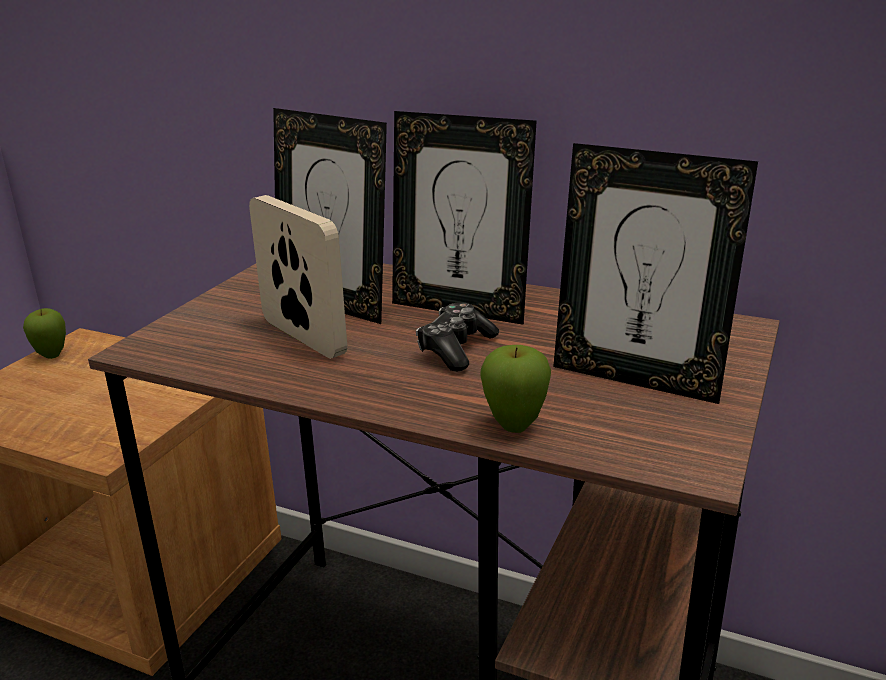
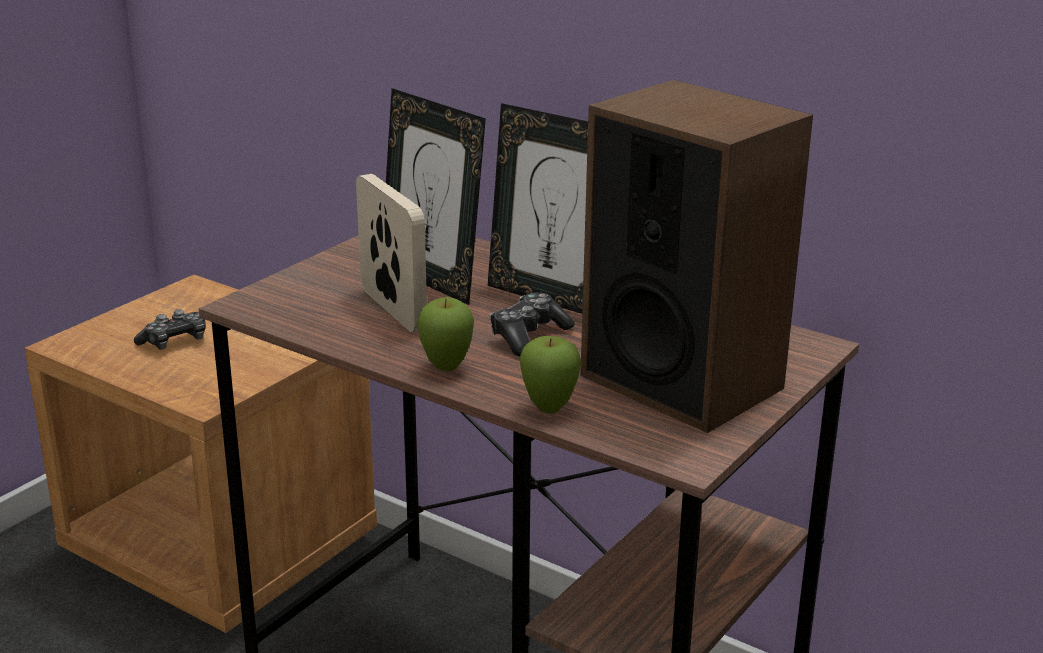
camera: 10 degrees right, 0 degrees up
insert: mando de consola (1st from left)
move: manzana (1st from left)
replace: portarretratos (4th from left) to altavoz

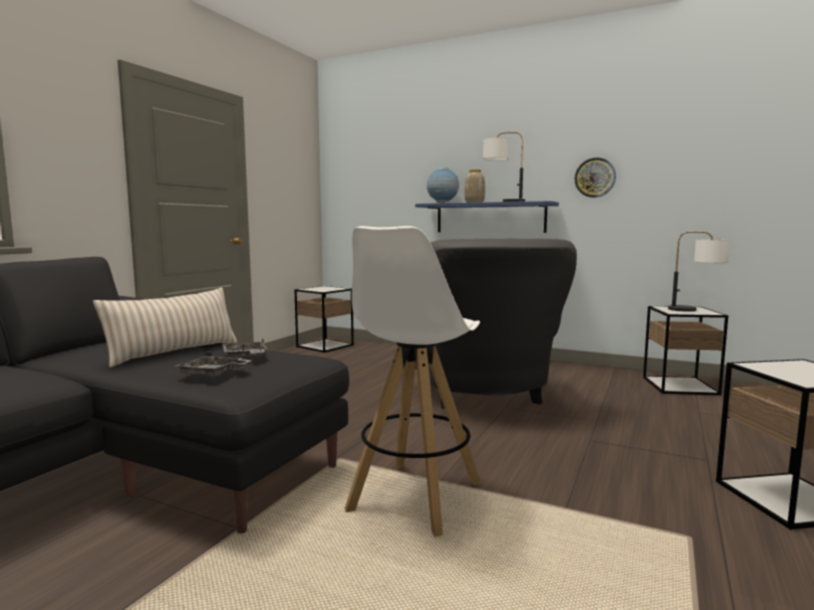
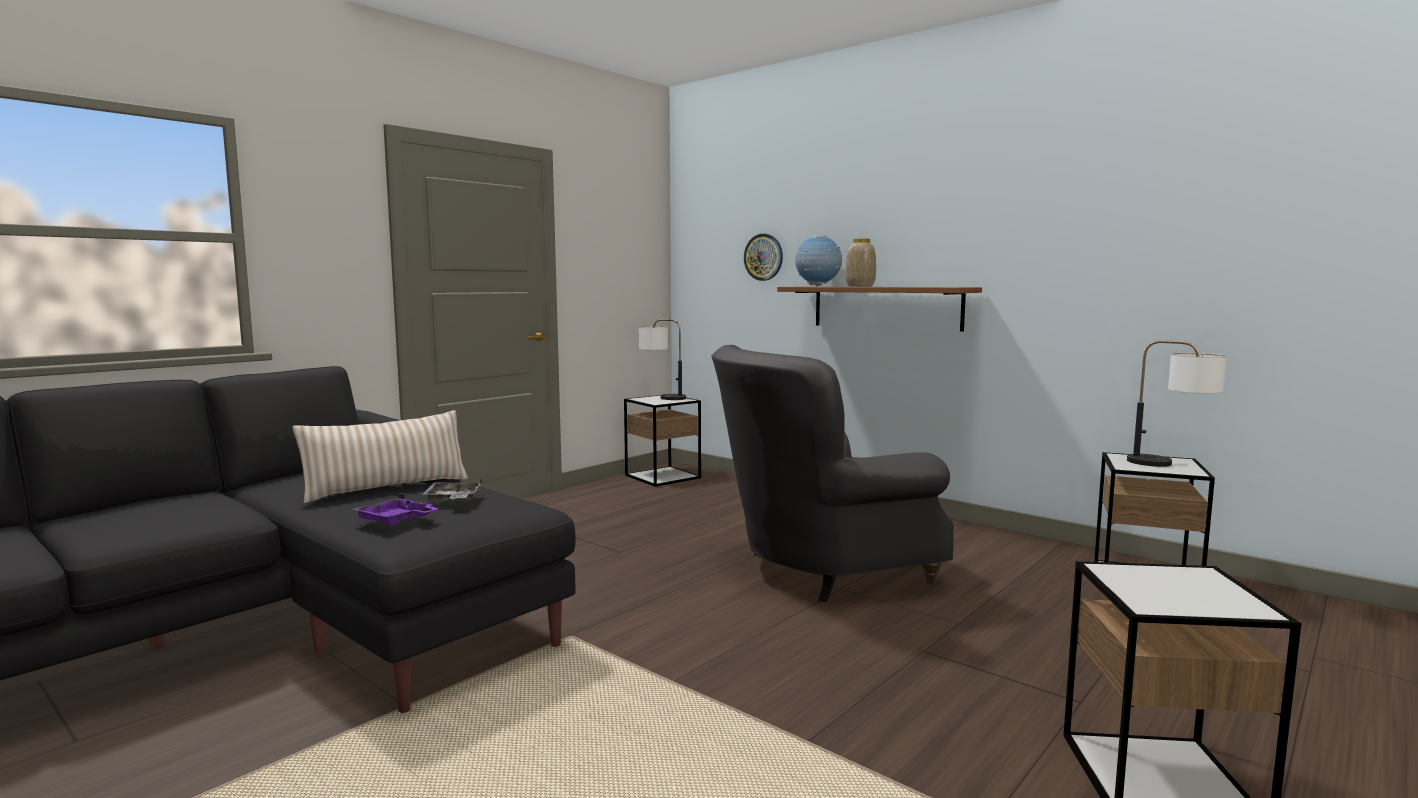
camera: 15 degrees right, 0 degrees up
delete: taburete [blanco]
move: lámpara de mesa (1st from left); reloj de pared
recolor: estante [azul] to estante [marrón]; bandeja [gris] (1st from left) to bandeja [morado]
rotate: sillón [gris] 60 degrees clockwise

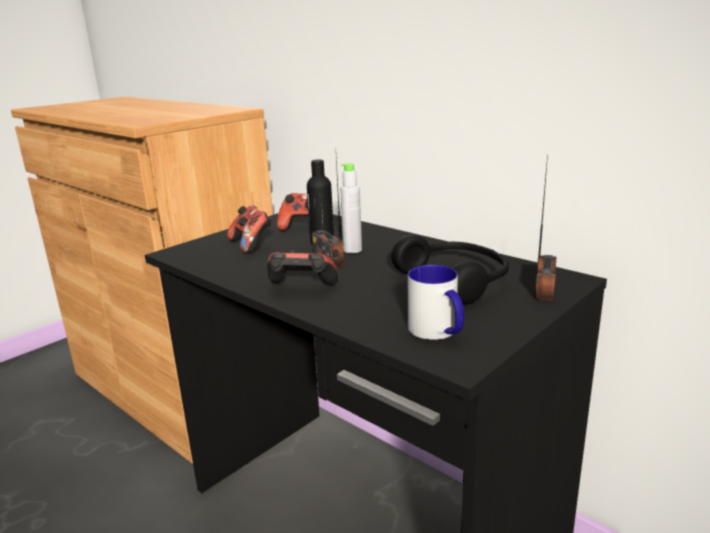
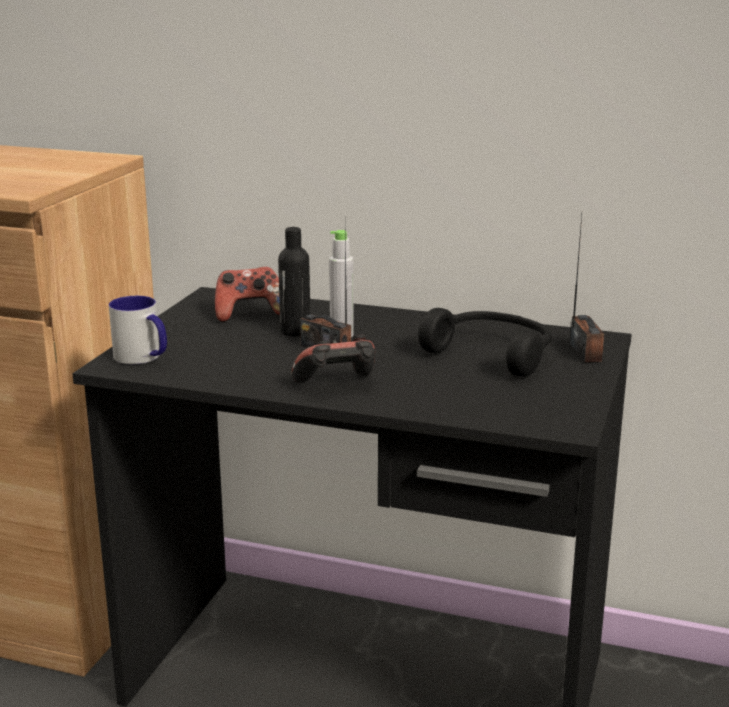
camera: 25 degrees left, 0 degrees up
delete: mando de consola (1st from left)
move: taza grande

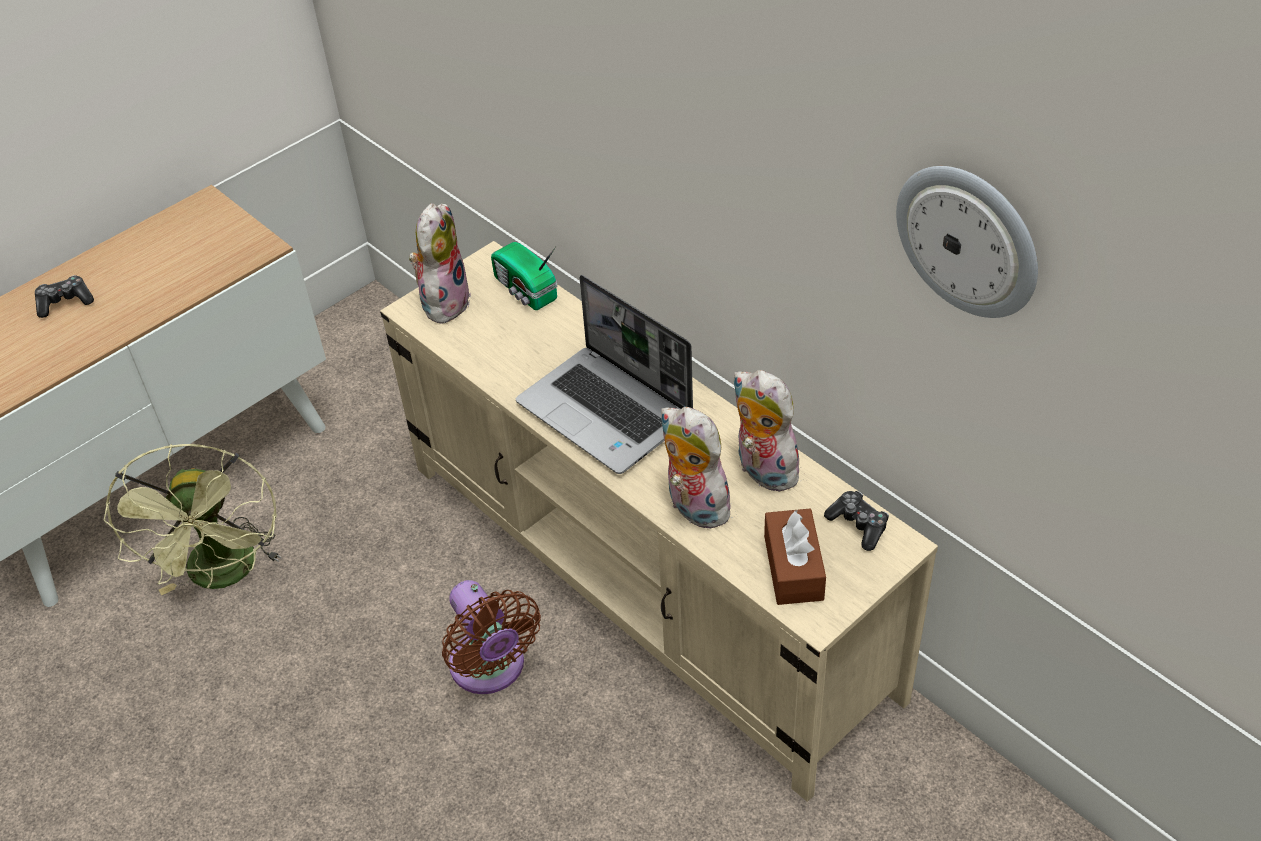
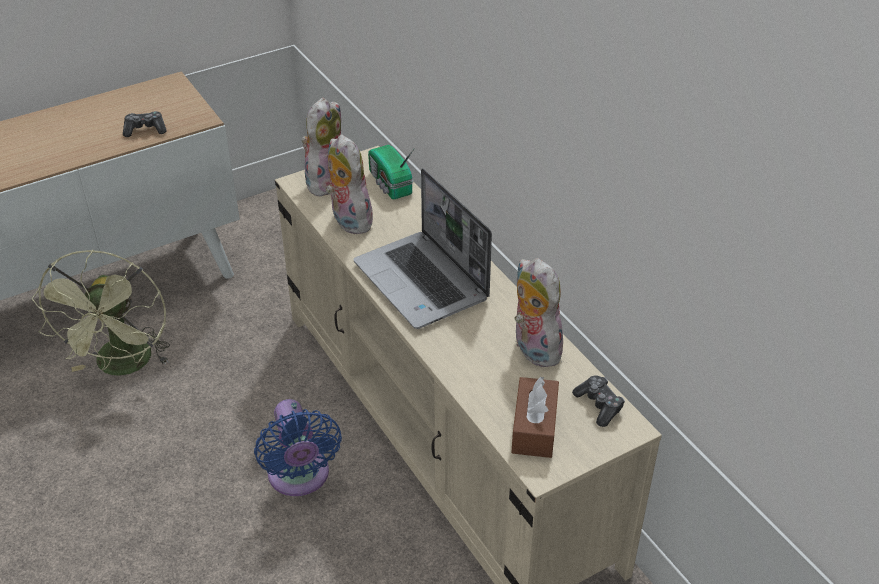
camera: 10 degrees right, 5 degrees down
delete: reloj de pared
move: mando de consola (1st from left); peluche (2nd from left)
recolor: ventilador [marrón] to ventilador [azul]

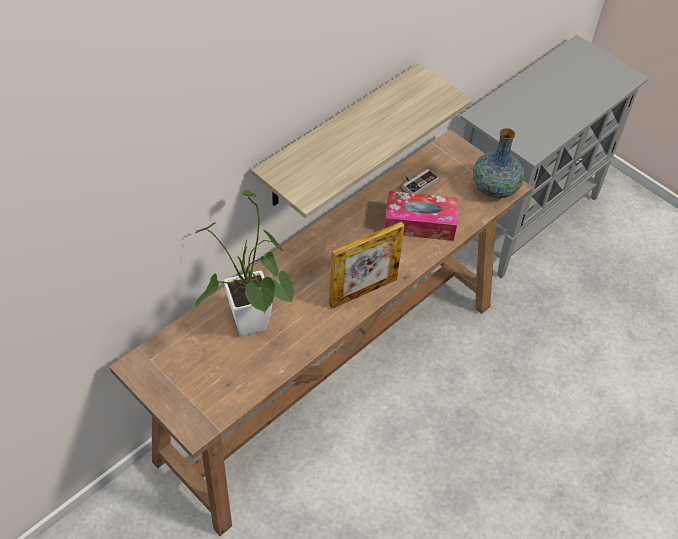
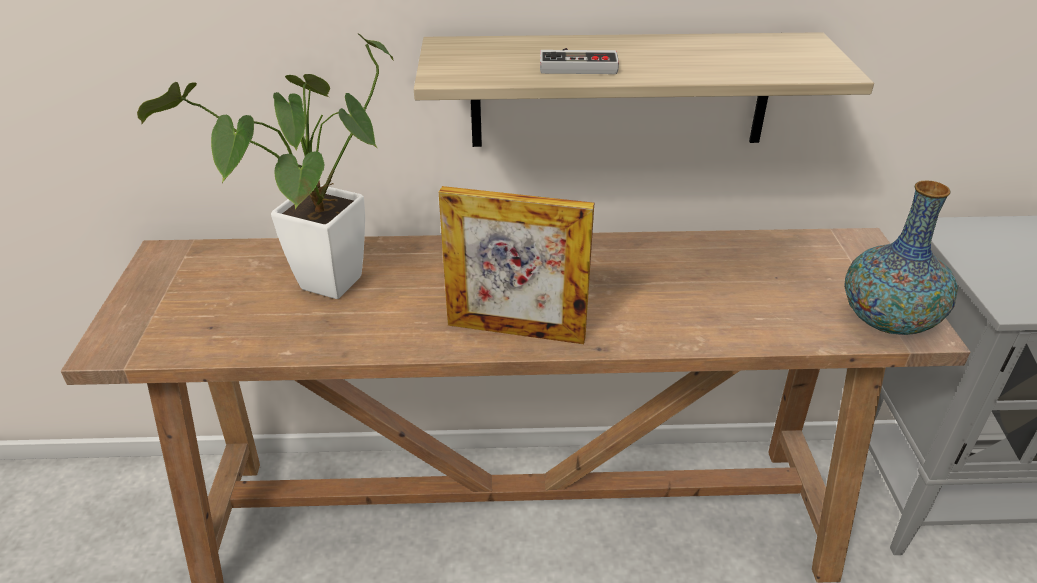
camera: 45 degrees right, 15 degrees down
delete: caja de pañuelos
move: mando de consola

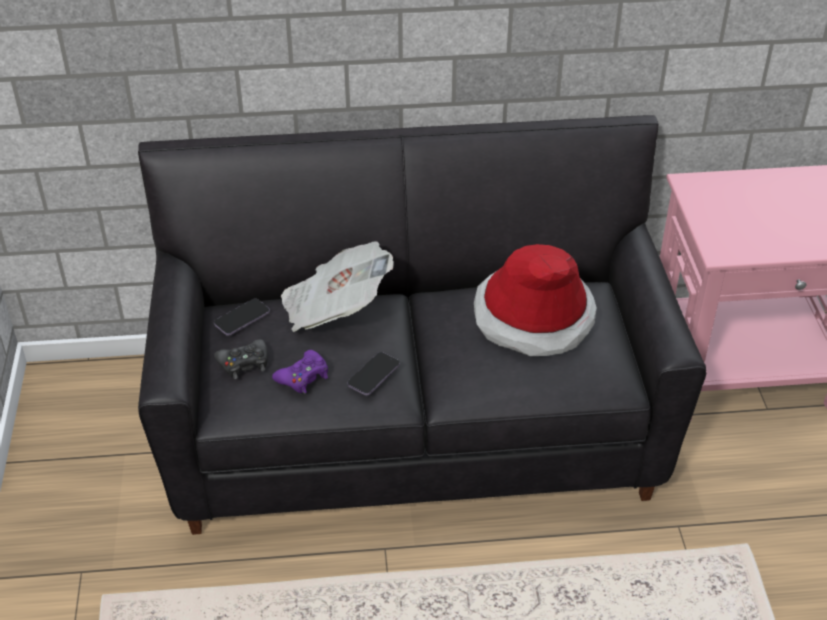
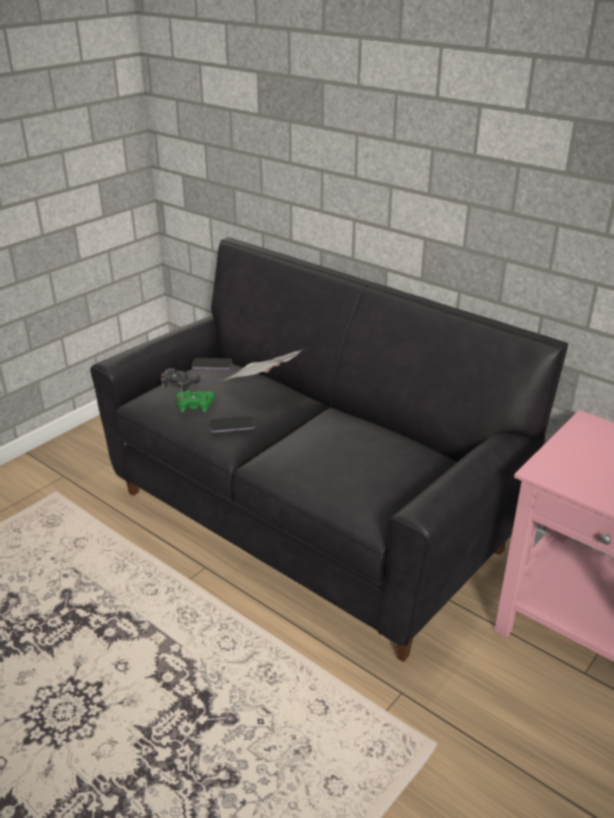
camera: 45 degrees right, 10 degrees down
delete: sombrero
recolor: mando de consola [morado] to mando de consola [verde]

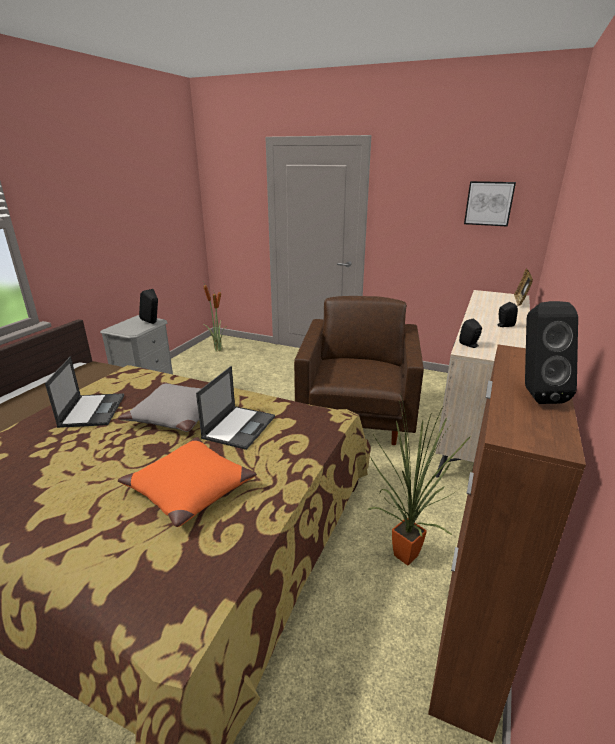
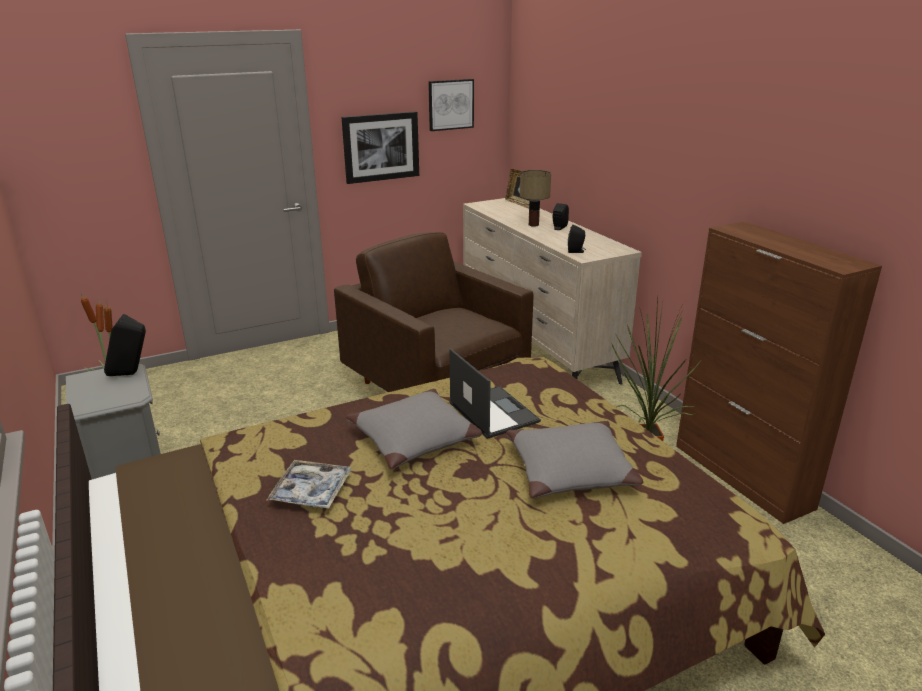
camera: 50 degrees left, 0 degrees up
delete: altavoz [negro] (4th from left)
insert: cuadro (1st from left); lámpara de mesa
replace: portátil (1st from left) to bandeja
recolor: cojín [naranja] to cojín [gris] (2nd from left)

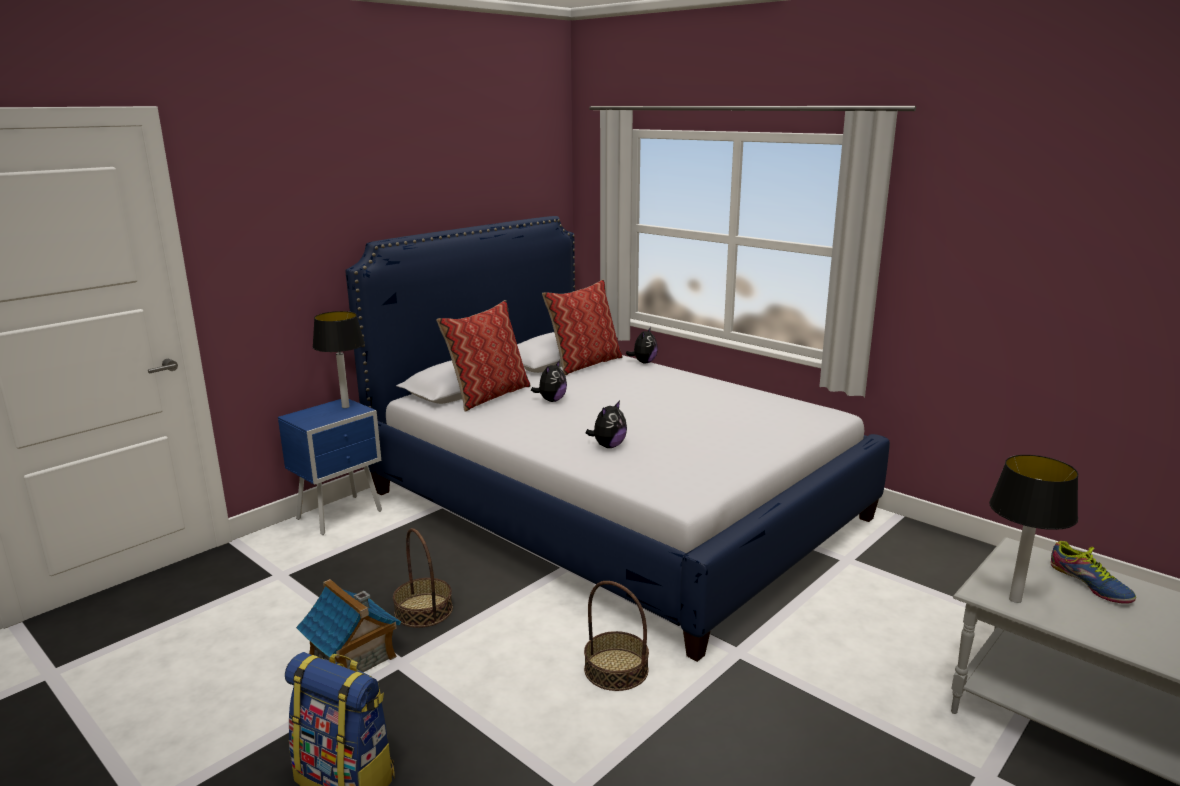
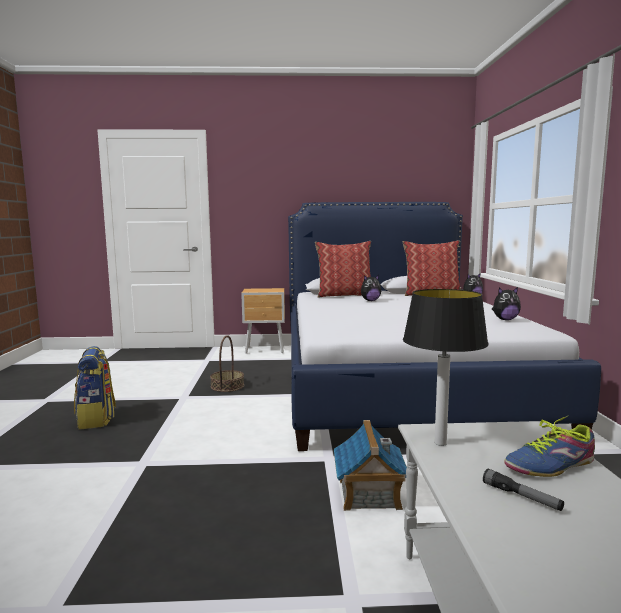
camera: 45 degrees right, 10 degrees down
delete: lámpara de mesa (1st from left); cesta (2nd from left)
insert: linterna
move: peluche (2nd from left in the first image) to peluche (3rd from left); casita
recolor: mesita de noche [azul] to mesita de noche [marrón]
rotate: zapato 45 degrees clockwise

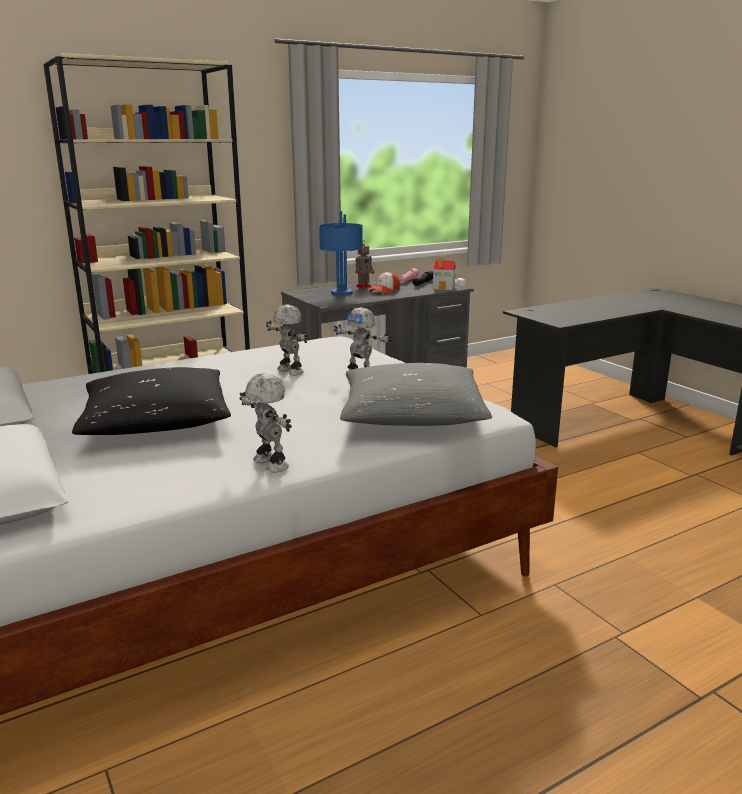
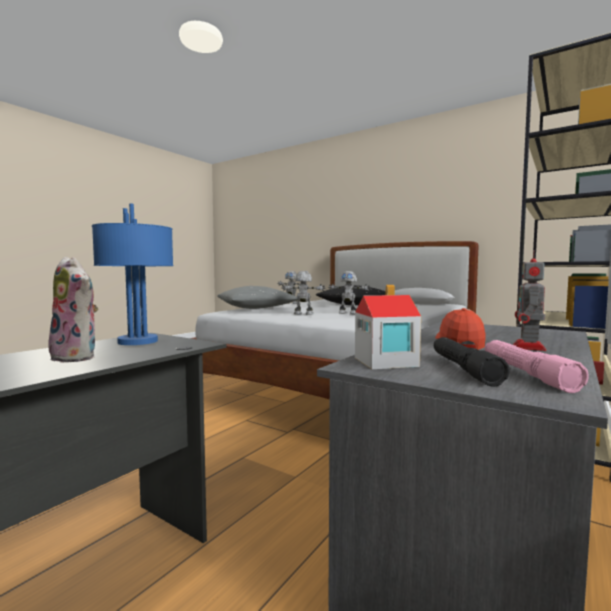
camera: 155 degrees right, 15 degrees down
insert: peluche
move: lámpara de mesa [azul]

